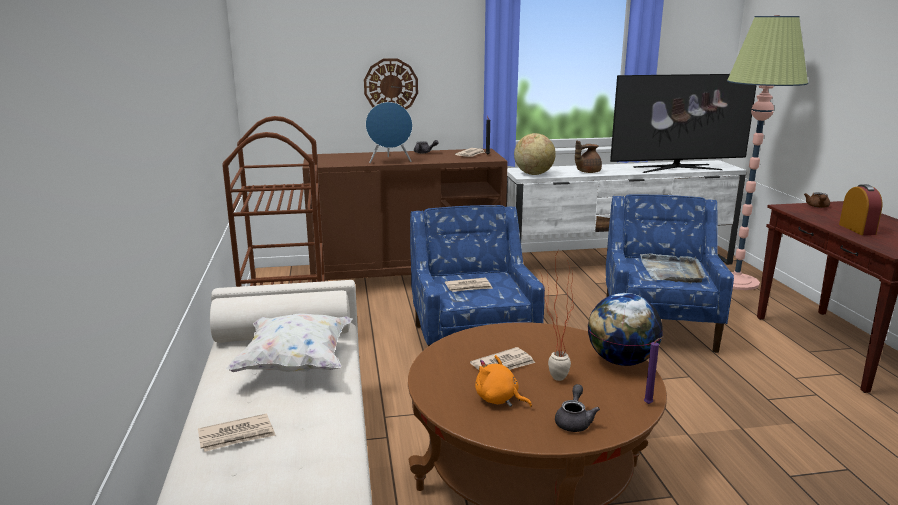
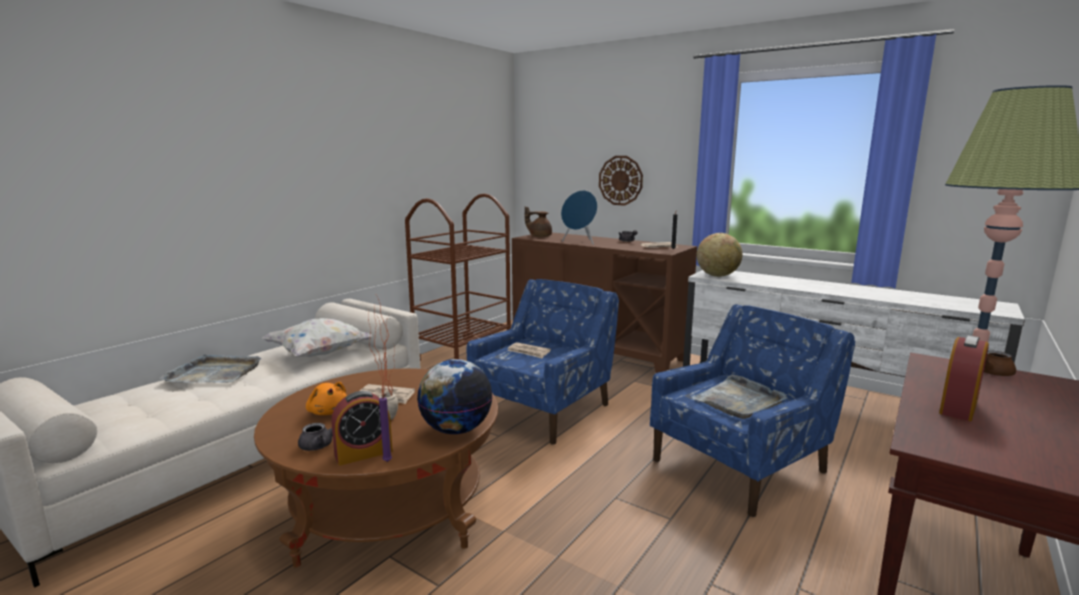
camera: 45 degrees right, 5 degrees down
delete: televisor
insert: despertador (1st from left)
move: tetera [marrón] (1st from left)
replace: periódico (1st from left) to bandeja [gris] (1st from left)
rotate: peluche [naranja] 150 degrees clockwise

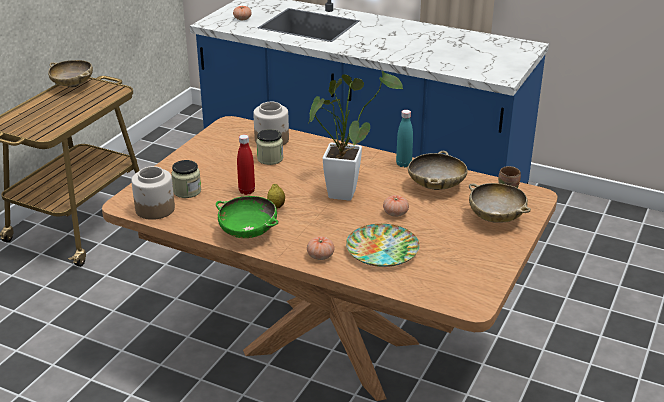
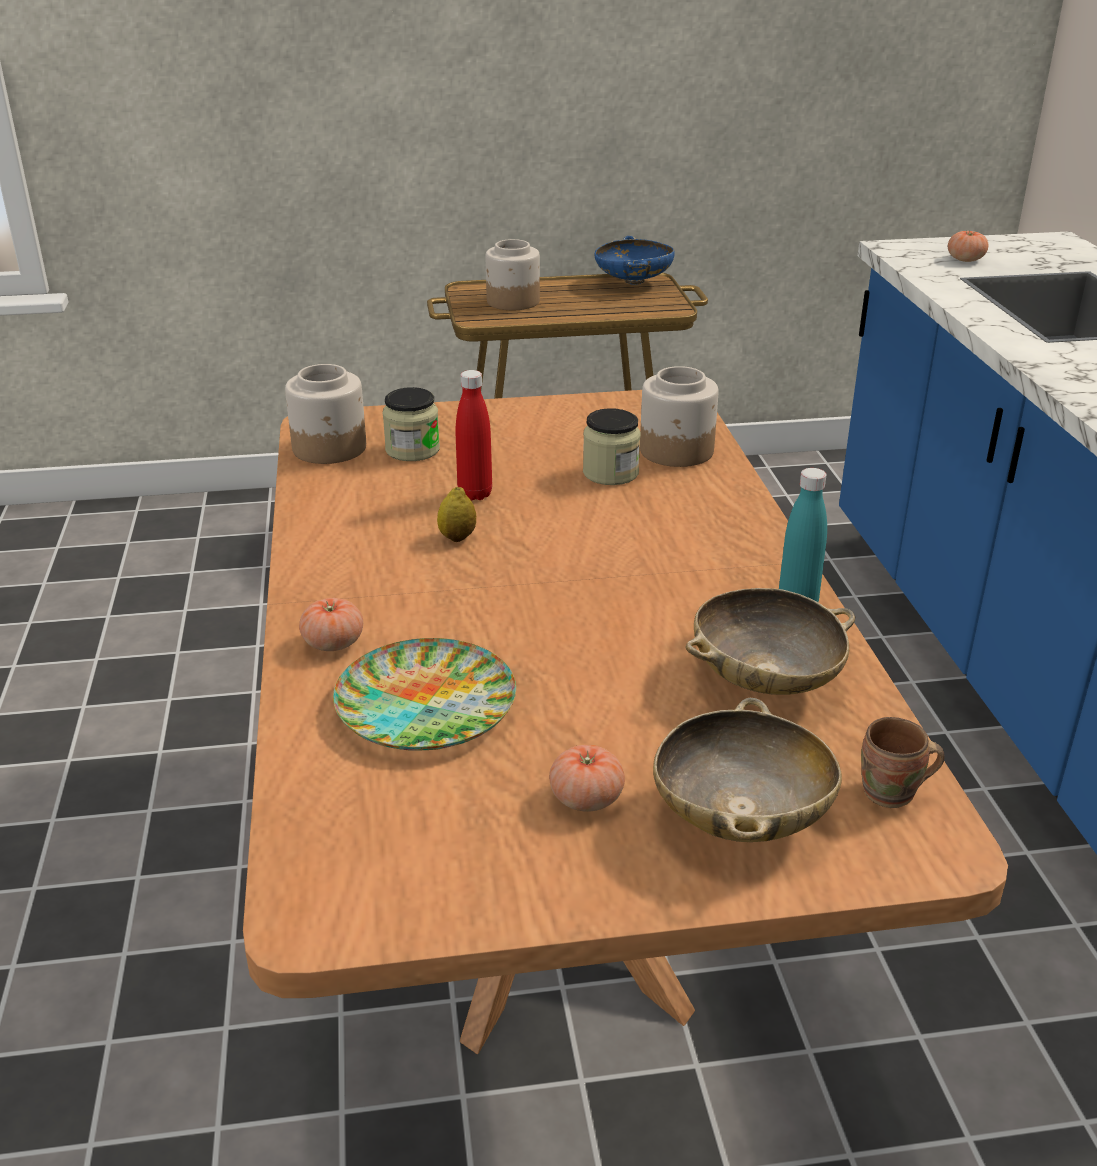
camera: 55 degrees right, 0 degrees up
delete: planta en maceta; cuenco [verde]
insert: tarro (3rd from left)
move: tomate (3rd from left in the first image) to tomate (2nd from left)
recolor: cuenco [beis] (1st from left) to cuenco [azul]

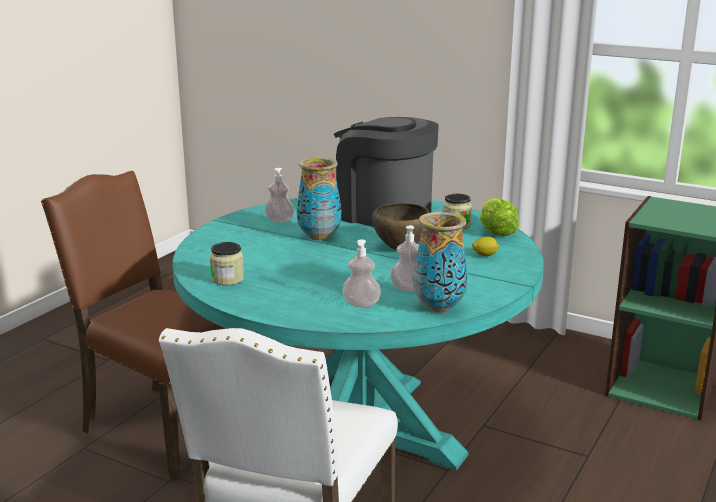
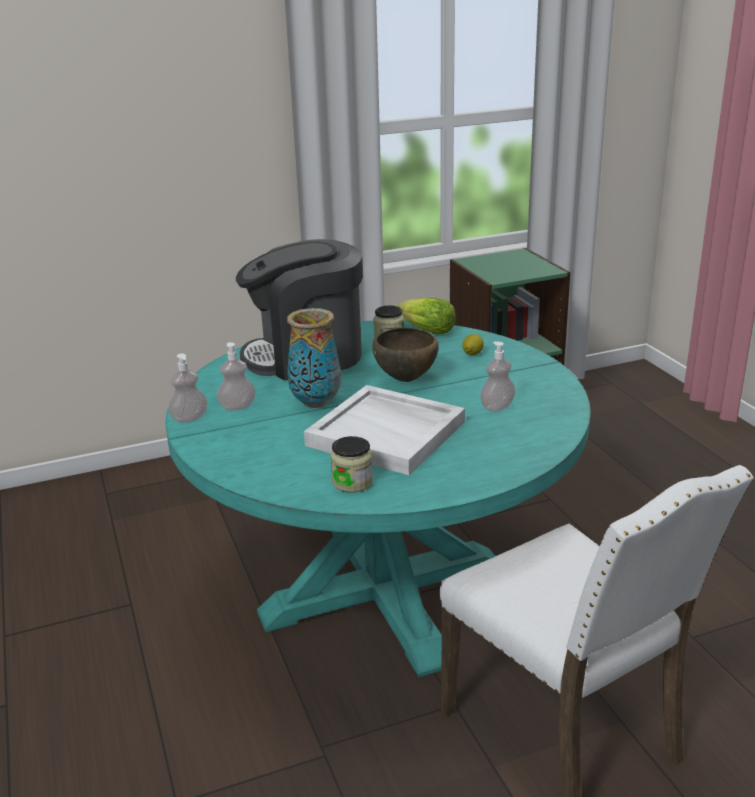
camera: 50 degrees left, 5 degrees up
delete: silla [marrón]; florero (2nd from left)
insert: bandeja [blanco]
move: dispensador de jabón (2nd from left in the first image) to dispensador de jabón (1st from left)

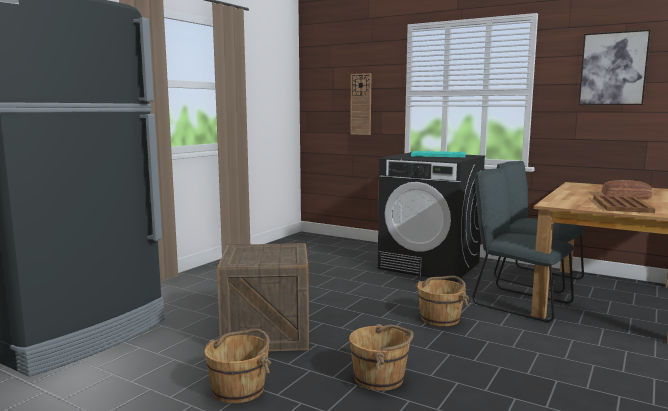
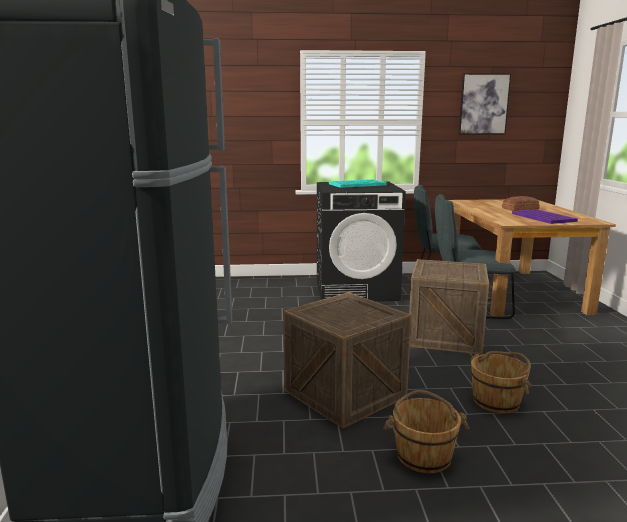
camera: 35 degrees left, 5 degrees up
delete: reloj de pared
replace: cubo [marrón] (3rd from left) to caja de embalaje (2nd from left)
recolor: bandeja [marrón] to bandeja [morado]

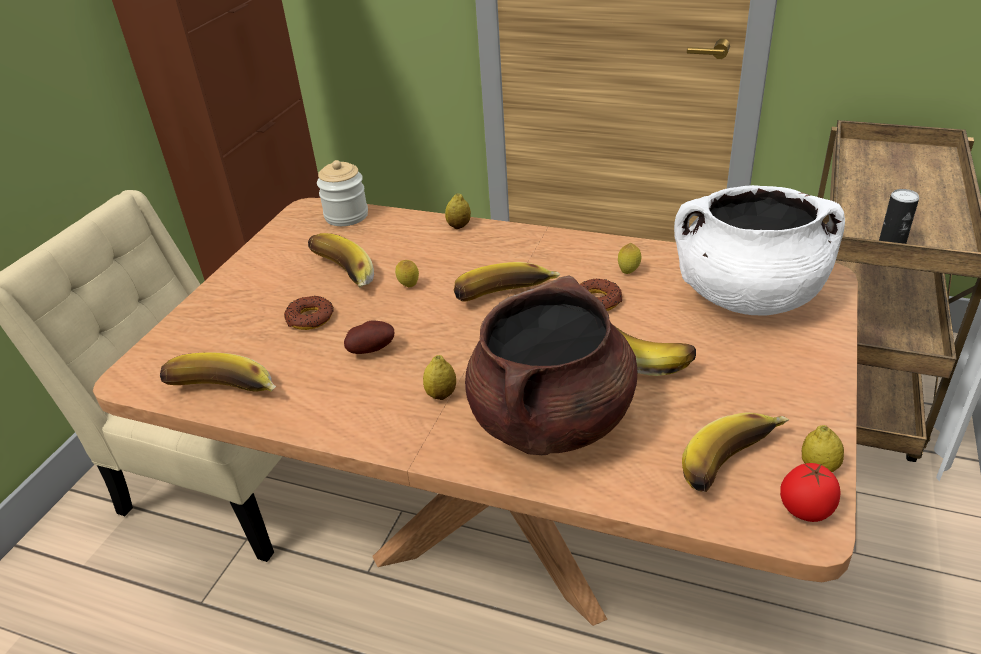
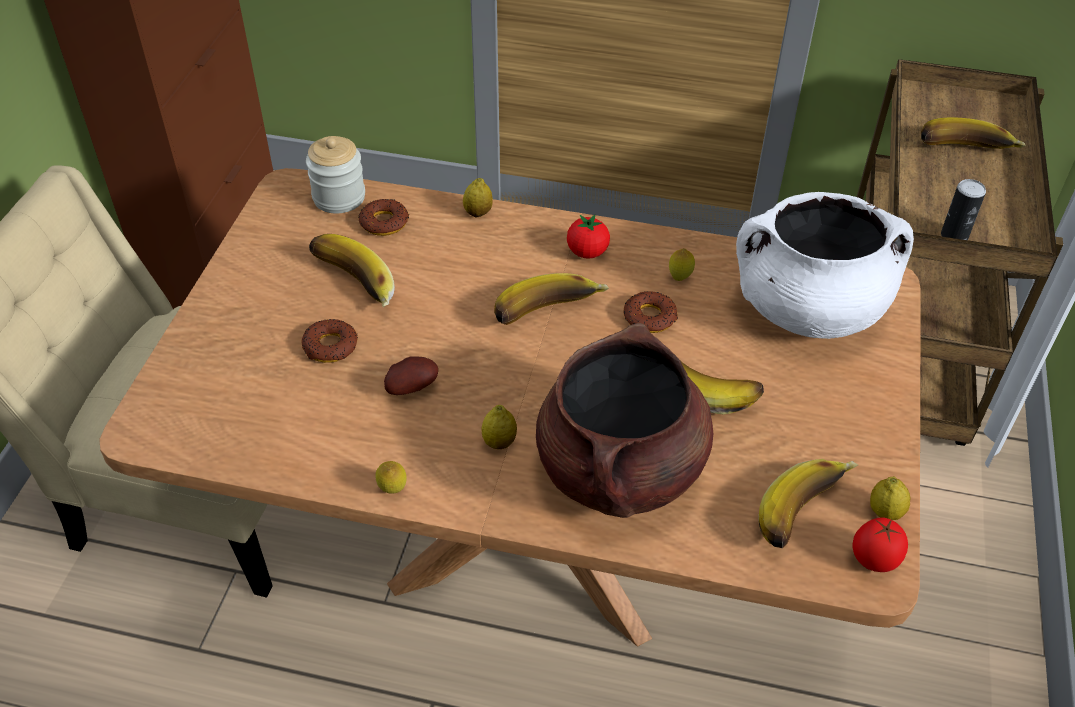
camera: 10 degrees left, 10 degrees up
insert: rosquilla (2nd from left); tomate (1st from left)
move: limón (1st from left); plátano (1st from left in the first image) to plátano (5th from left)

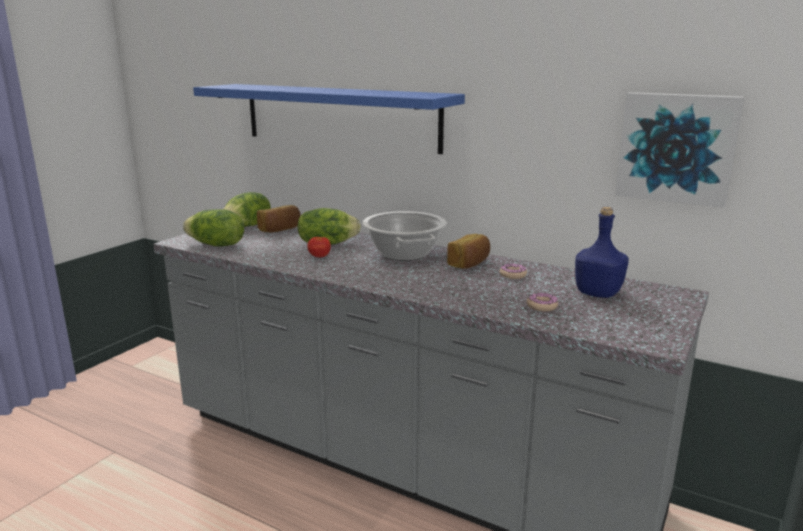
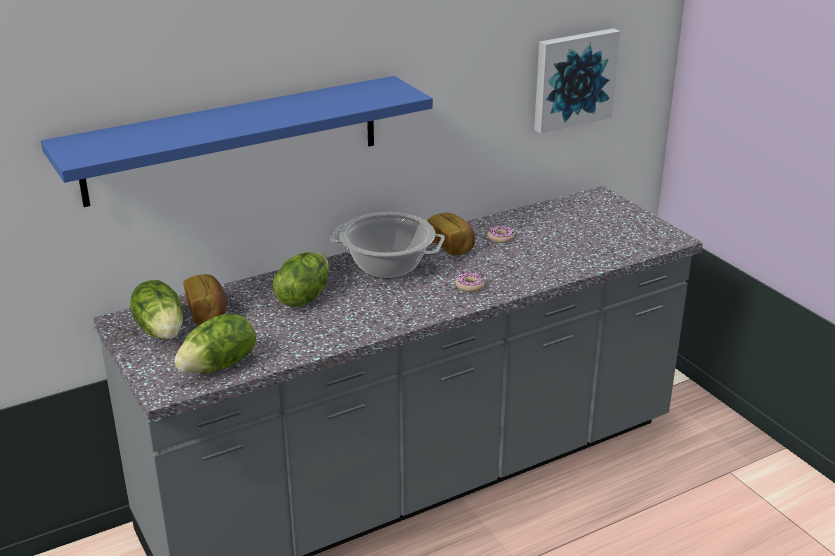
camera: 60 degrees left, 10 degrees up
delete: botella [azul]; tomate
move: rosquilla (2nd from left in the first image) to rosquilla (1st from left)

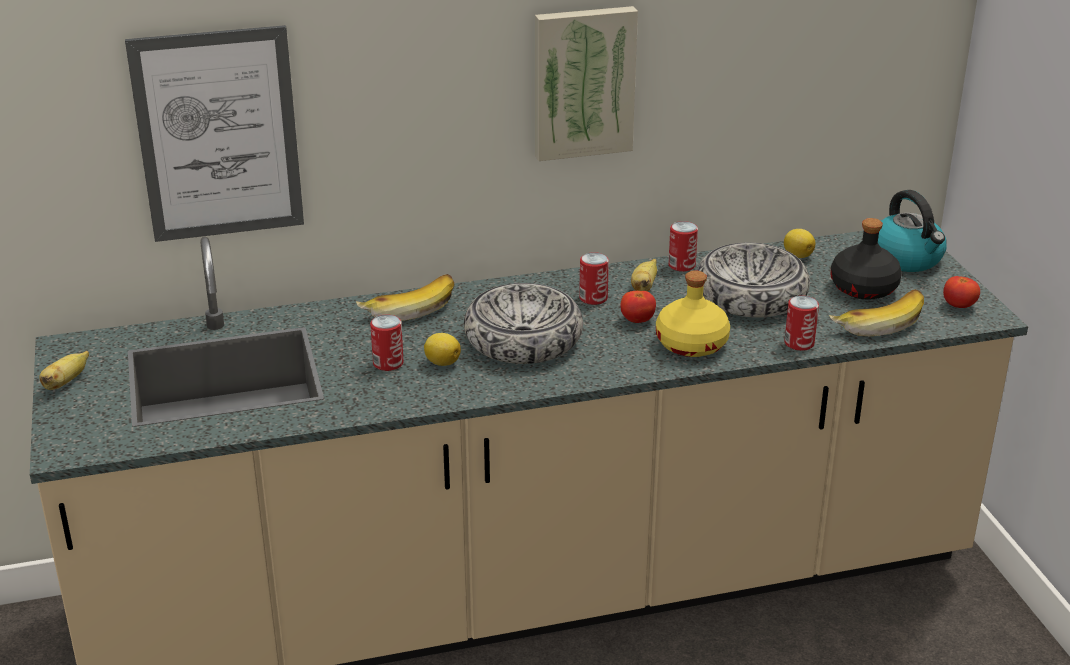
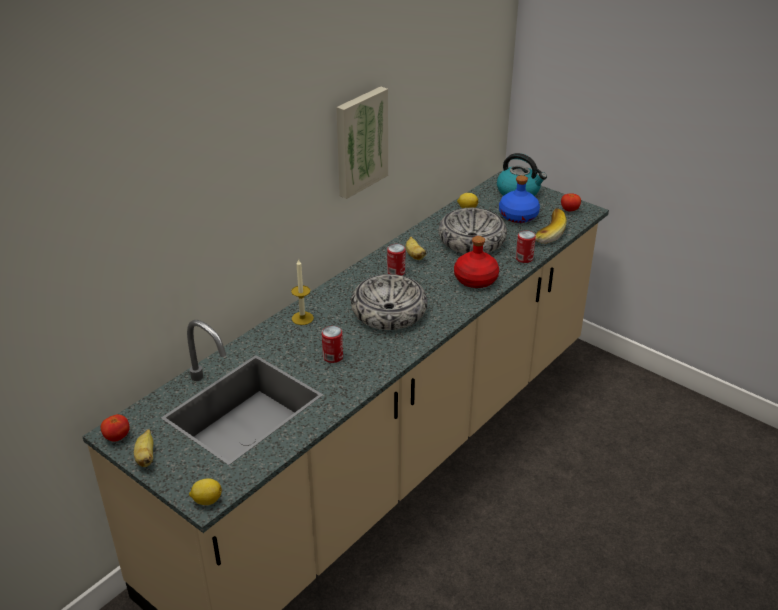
camera: 35 degrees left, 5 degrees up
delete: cuadro (1st from left); lata (3rd from left)
move: tomate (1st from left); limón (1st from left)
replace: plátano (2nd from left) to vela
recolor: botella [negro] to botella [azul]; botella [amarillo] to botella [rojo]

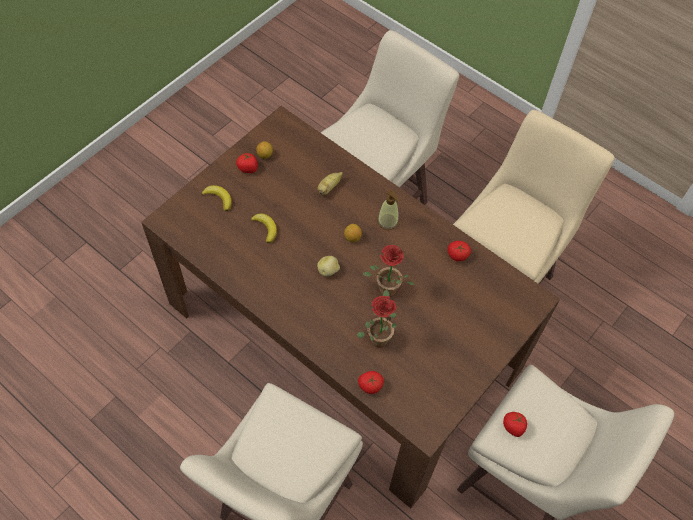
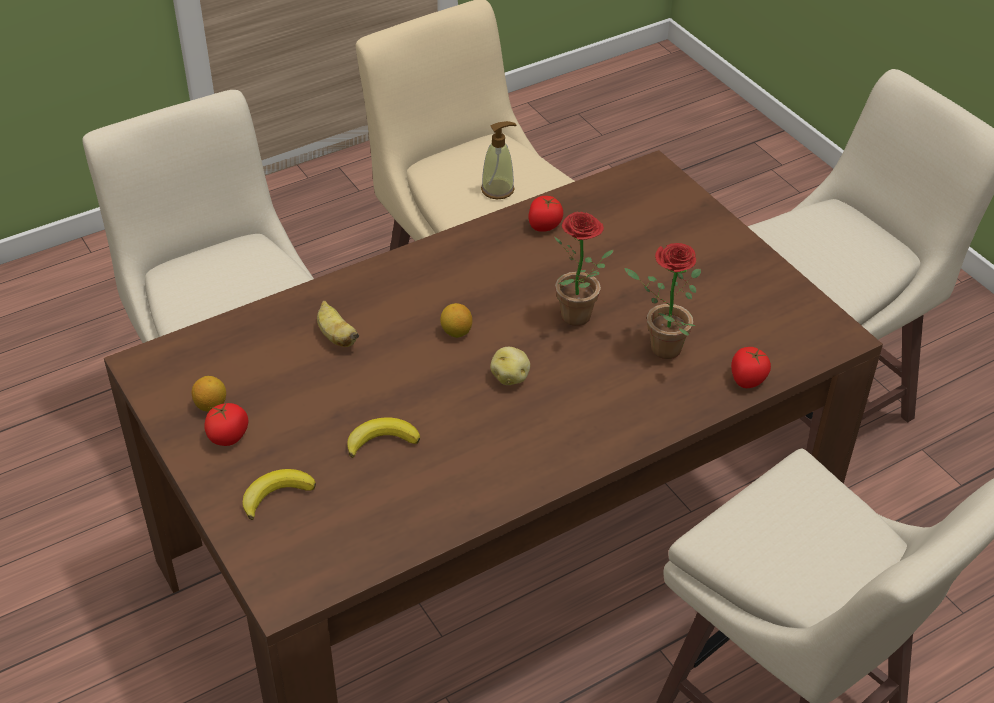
camera: 70 degrees left, 15 degrees down
delete: tomate (4th from left)
move: dispensador de jabón

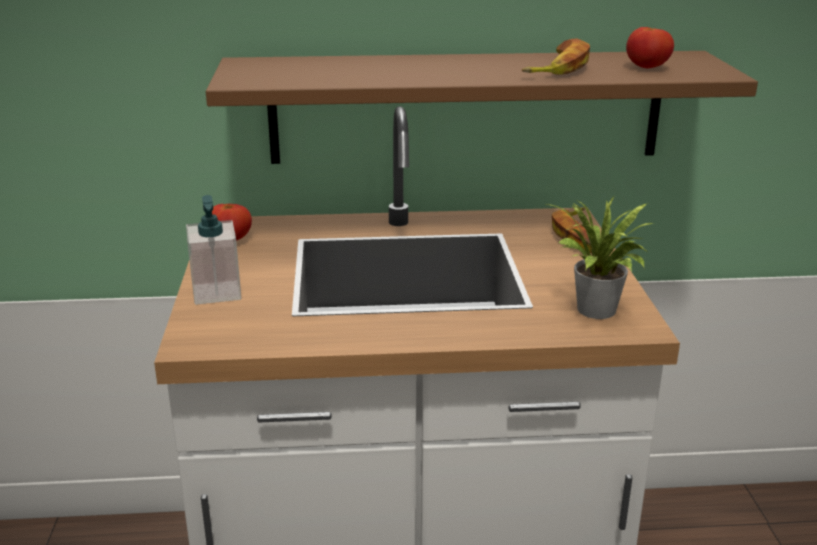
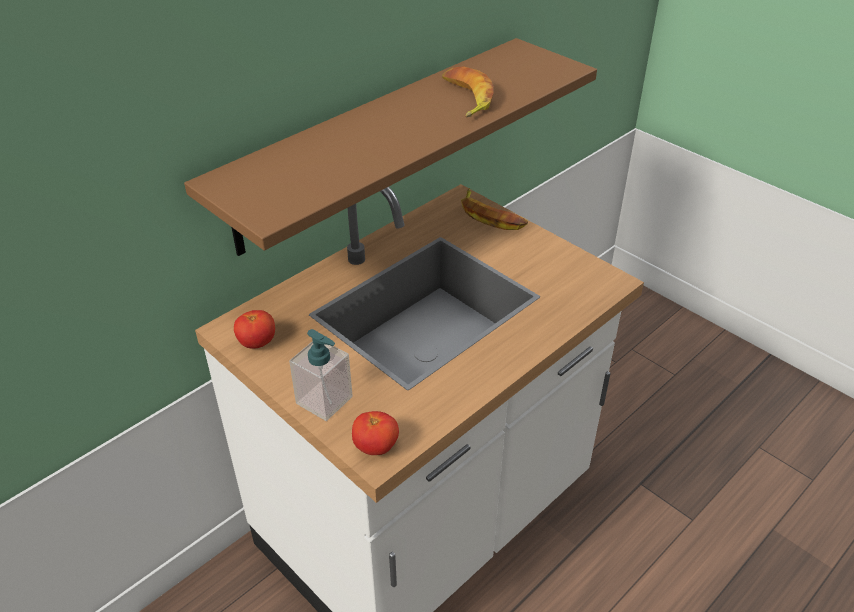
camera: 40 degrees left, 15 degrees up
delete: planta en maceta
move: tomate (2nd from left)

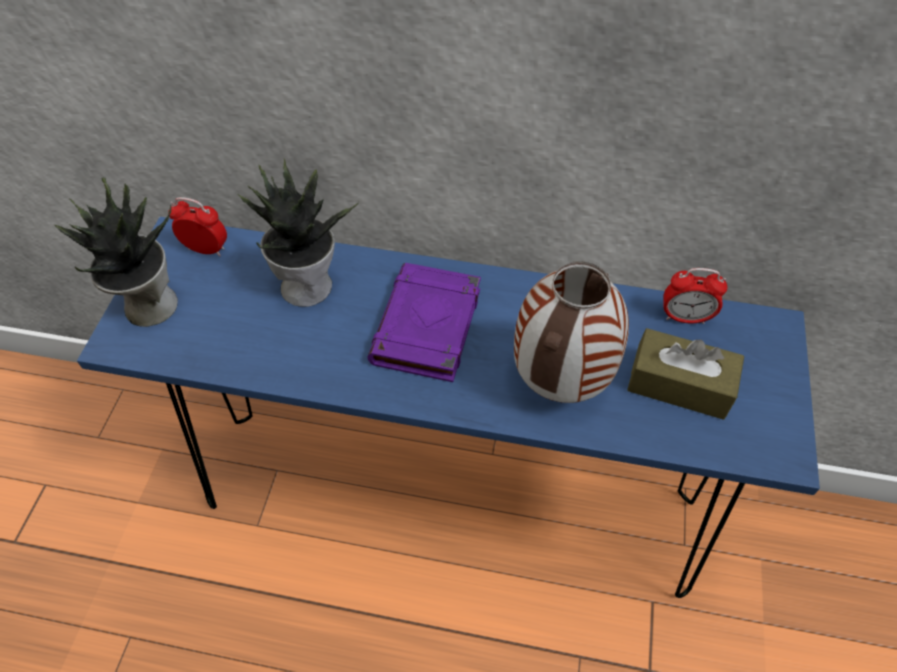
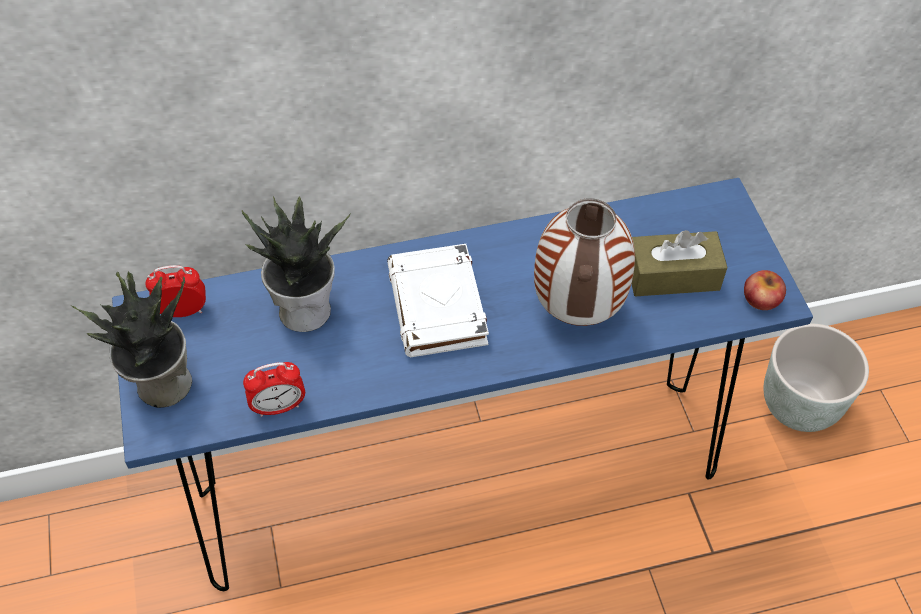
camera: 25 degrees left, 0 degrees up
insert: manzana; maceta [gris]
move: despertador (2nd from left)
recolor: libro [morado] to libro [blanco]

